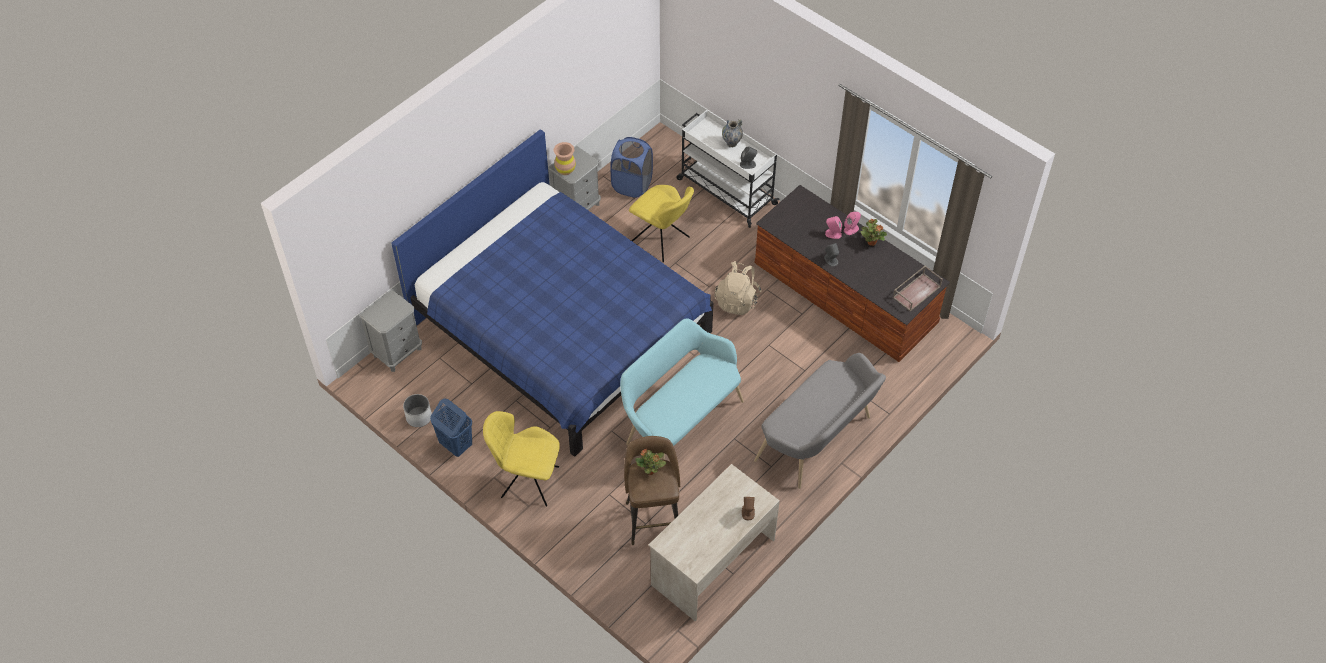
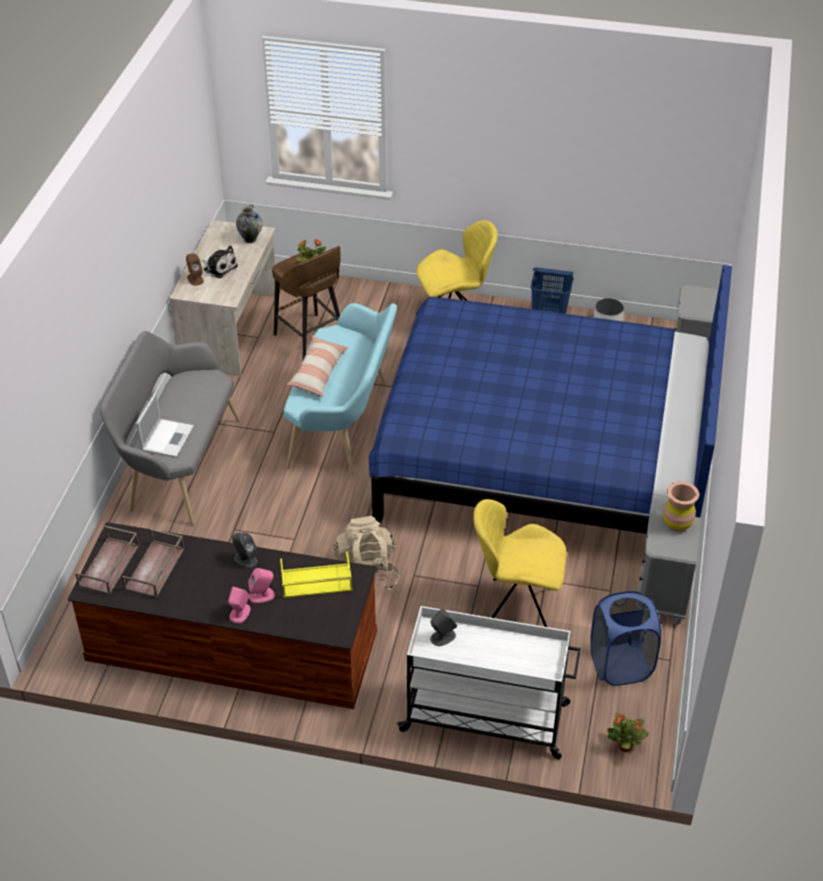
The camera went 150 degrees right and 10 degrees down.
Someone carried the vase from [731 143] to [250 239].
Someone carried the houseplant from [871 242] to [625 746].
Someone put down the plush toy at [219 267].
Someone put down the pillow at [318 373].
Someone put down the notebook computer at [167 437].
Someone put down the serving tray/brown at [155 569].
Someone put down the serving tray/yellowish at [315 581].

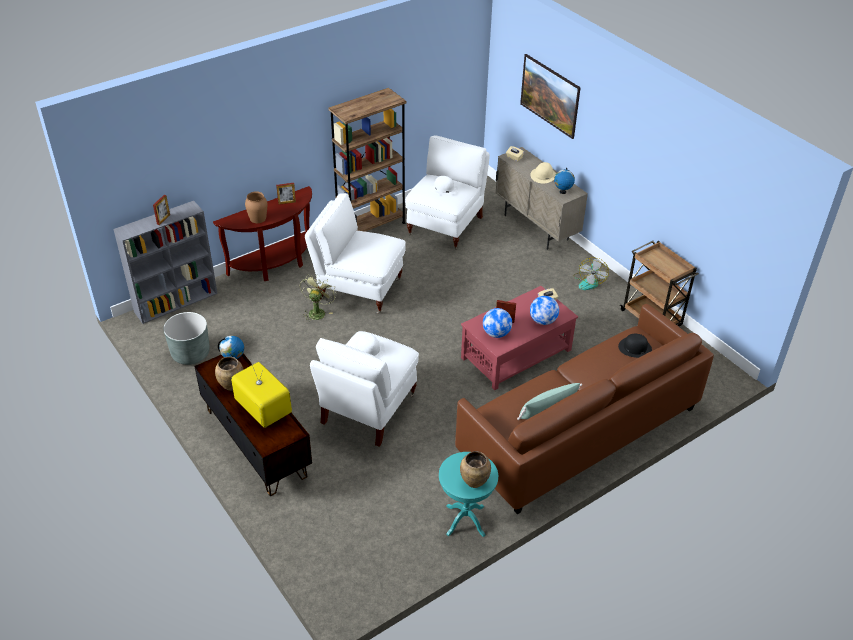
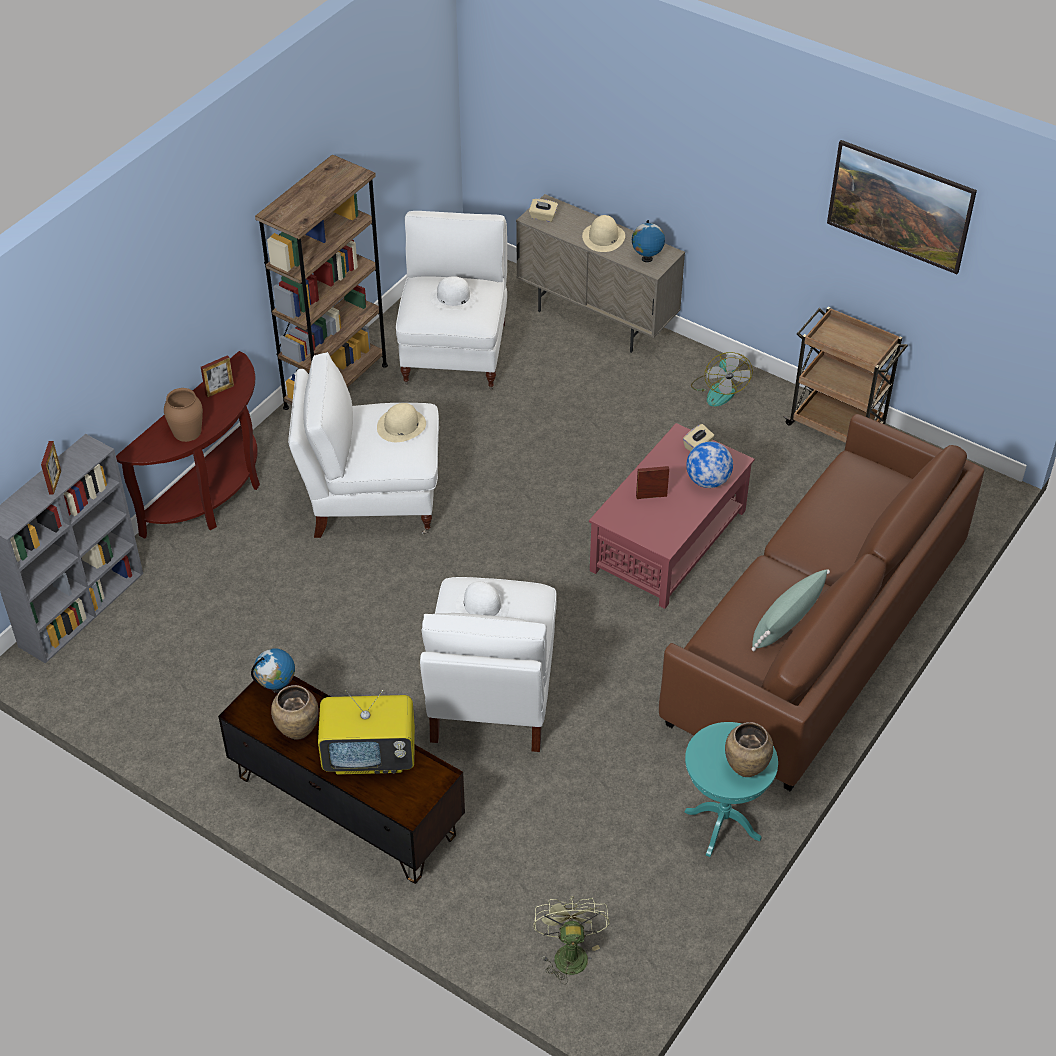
The camera went 20 degrees left and 5 degrees up.
Someone carried the wall art from [548 108] to [896 226].
Someone carried the fan/green-coloured from [317 311] to [568 952].
Someone took away the world globe at [496 333].
Someone took away the plant pot/grey at [190 353].
Someone took away the wearable hat/black at [634 348].
Someone rotated the television at [263 410] by 150 degrees clockwise.
Someone put down the wearable hat/sand-coloured at [401 426].

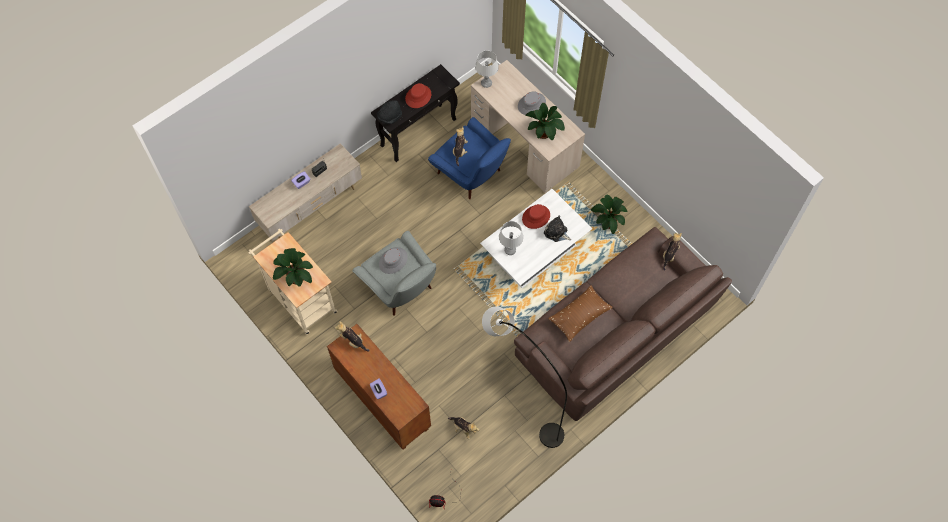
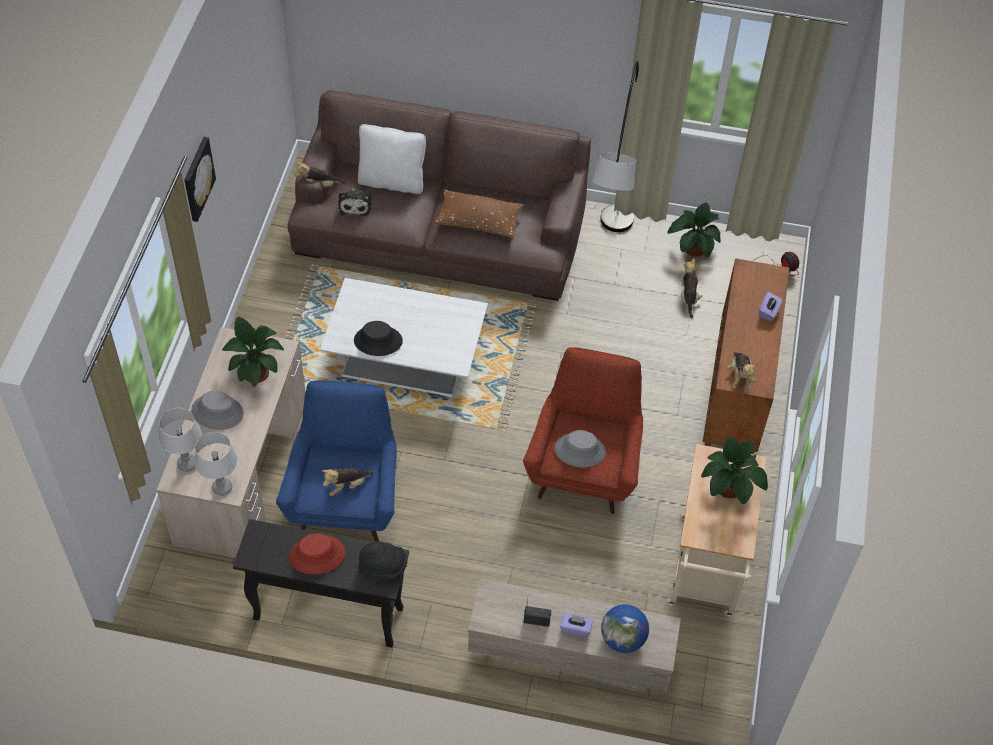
The camera went 130 degrees left and 10 degrees down.
Someone carried the houseplant from [608 221] to [693 249].
Someone repainted the wearable hat/red-coloured at [536 217], which became the wearable hat/black at [378 341].
Someone carried the plush toy from [556 232] to [355 205].
Someone carried the lamp for a table/grey from [510 250] to [187 464].
Someone repainted the lounge chair/grey at [401 288], which became the lounge chair/red-coloured at [584 468].
Someone put down the pillow/whitish at [392 181].
Someone put up the wall art at [197 178].
Someone put down the world globe at [623 639].

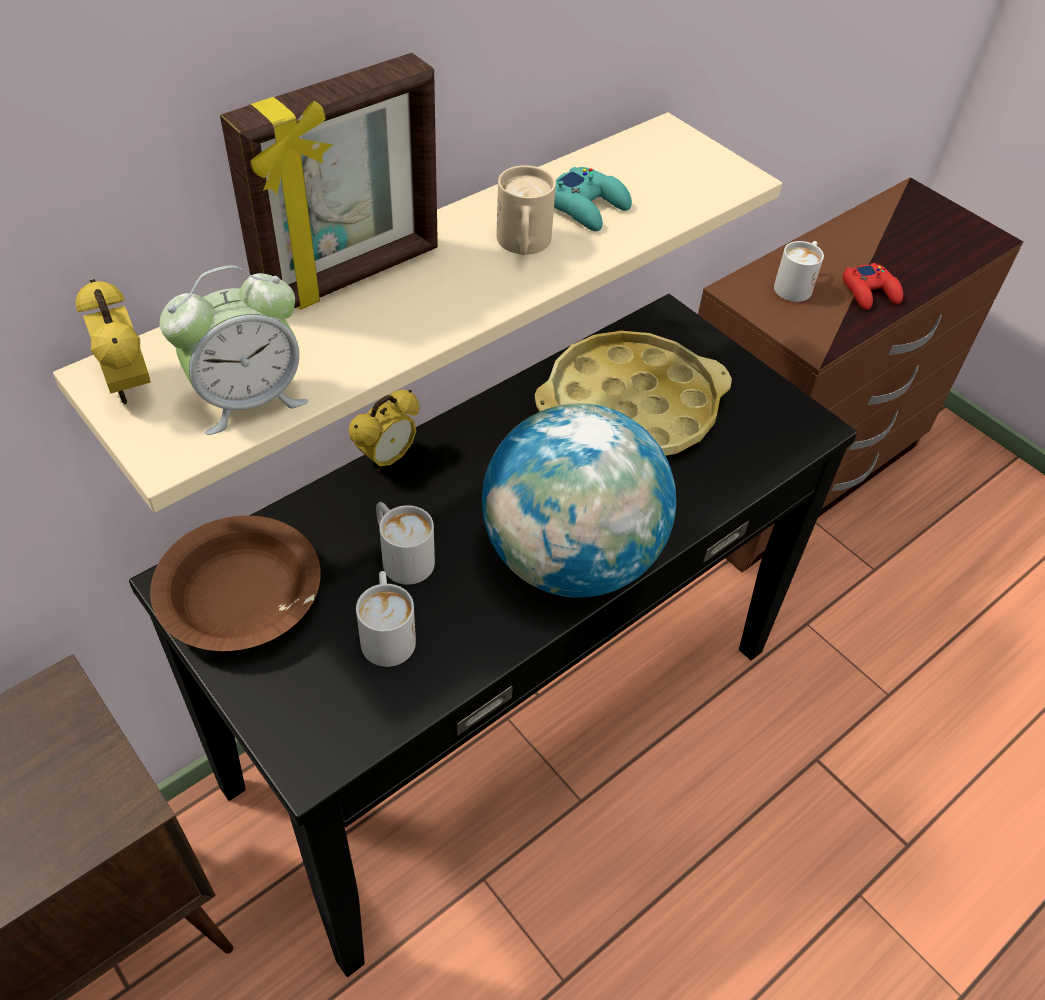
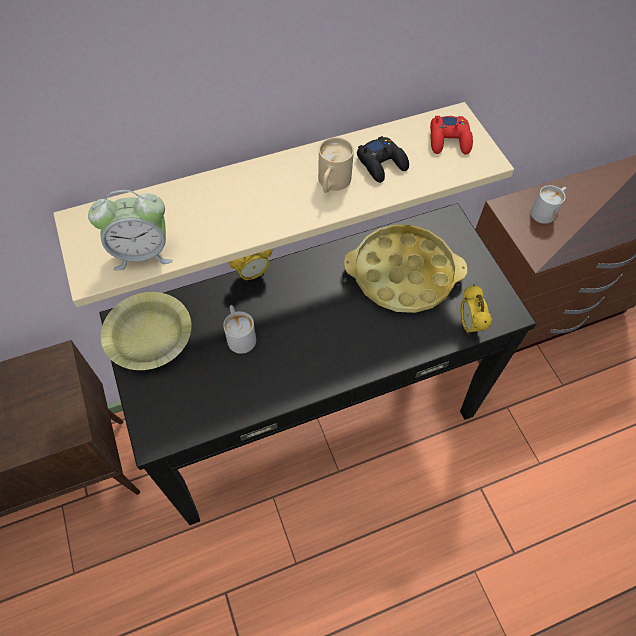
The camera went 20 degrees right and 10 degrees up.
Someone took away the standing frame at [351 277].
Someone repainted the gamepad/blue-green at [587 207], which became the gamepad/black at [382 163].
Someone carried the gamepad/red-coloured from [870 292] to [449 140].
Someone carried the table clock from [128 386] to [469 325].
Someone took away the world globe at [570 559].
Someone repainted the serving bowl/brown at [241 598], which became the serving bowl/yellowish at [150 338].
Someone took away the mug/whitish at [387 632].

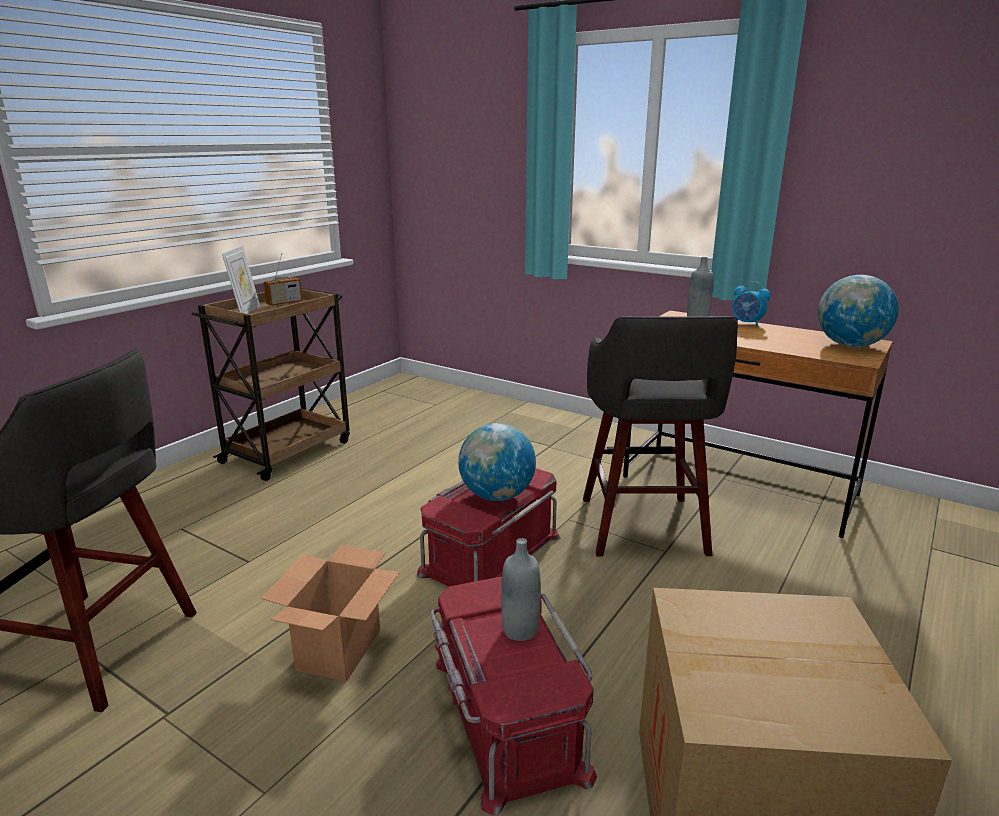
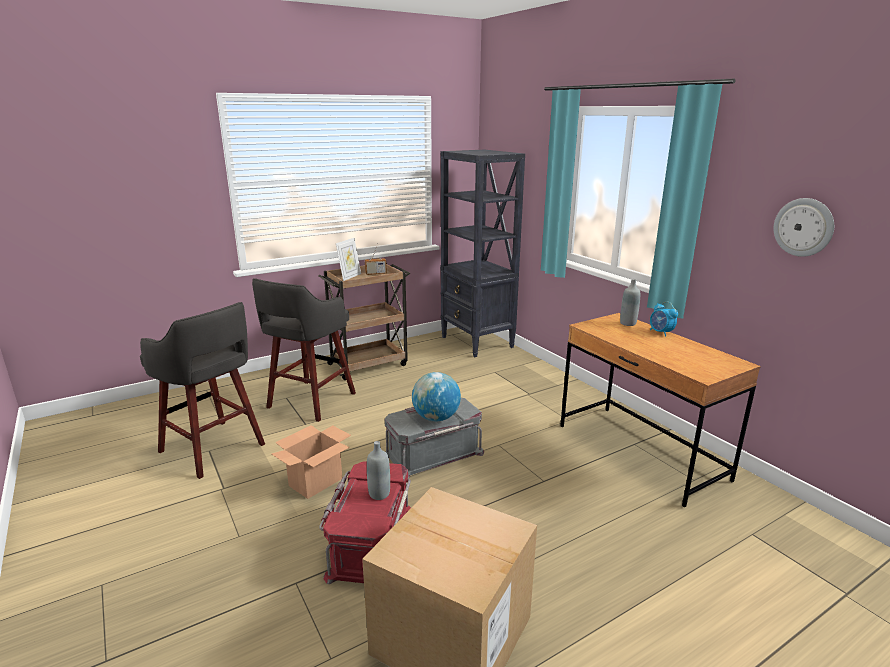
The camera went 25 degrees right and 0 degrees up.
Someone took away the world globe at [850 345].
Someone carried the stool/grey from [643 528] to [310 401].
Someone repainted the storage bin/red-coloured at [490 553], which became the storage bin/grey at [433 453].
Someone put down the shelving unit/black at [477 342].
Someone put up the hanging clock at [803 227].

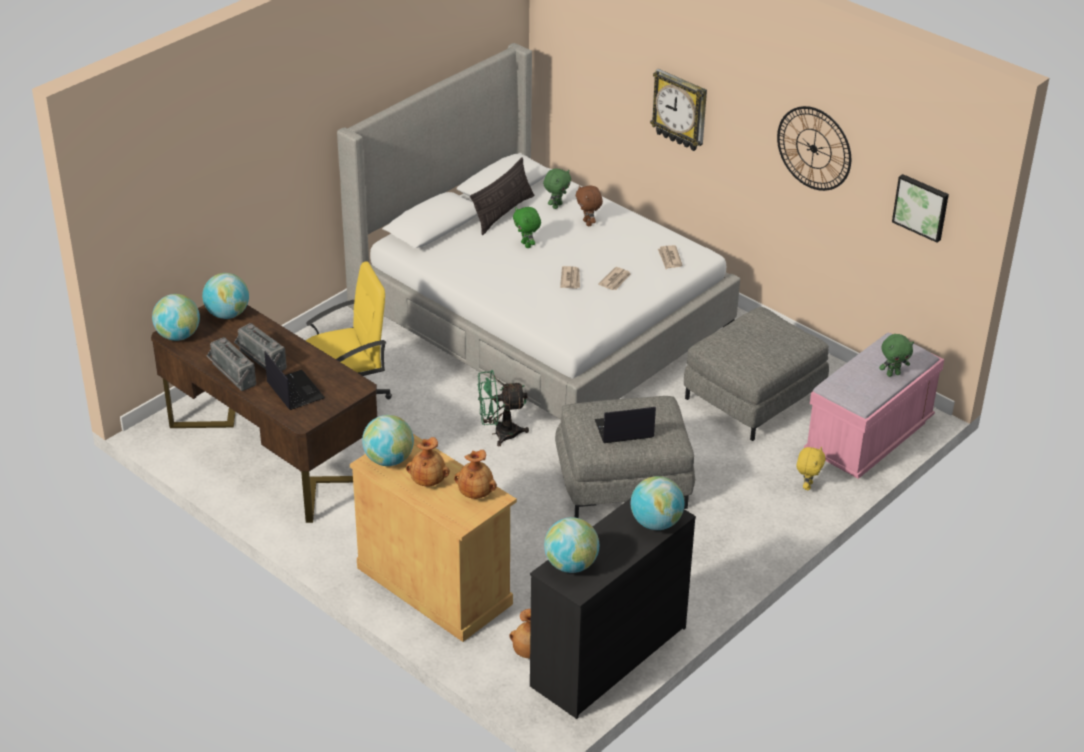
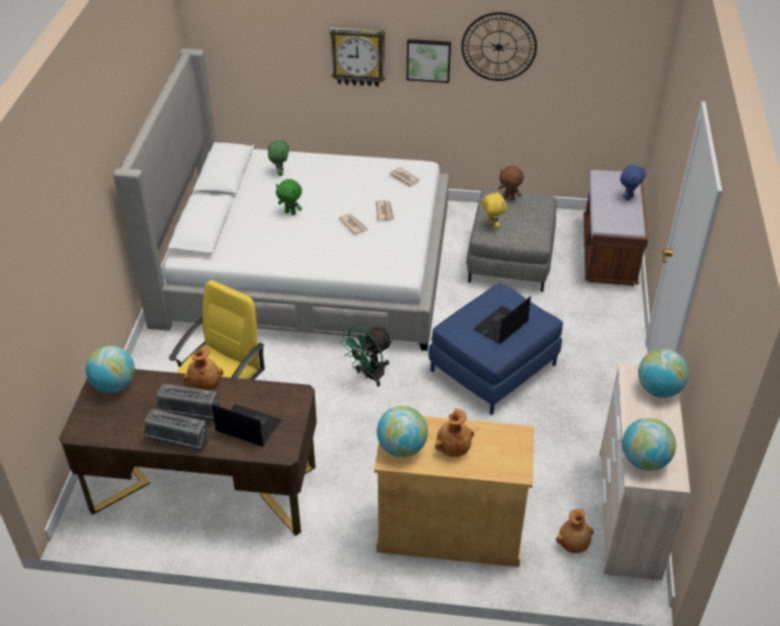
The camera went 35 degrees left and 5 degrees up.
Someone took away the pillow at [503 213].
Someone carried the wall art from [921 207] to [428 59].
Someone carried the plush toy/brown from [588 223] to [509 198].
Someone took away the world globe at [178 336].
Someone repainted the long seat/pink-coloured at [869 438], which became the long seat/brown at [609 253].
Someone repainted the plush toy/green-coloured at [893 374], which became the plush toy/blue at [628 197].
Someone repainted the ottoman/grey at [622 482], which became the ottoman/blue at [493 368].
Someone carried the plush toy/yellowish from [807 485] to [492 225].
Someone carried the vase/brown from [476 493] to [204 384].
Someone repainted the dresser/black at [607 656], which became the dresser/sand-coloured at [627 513].

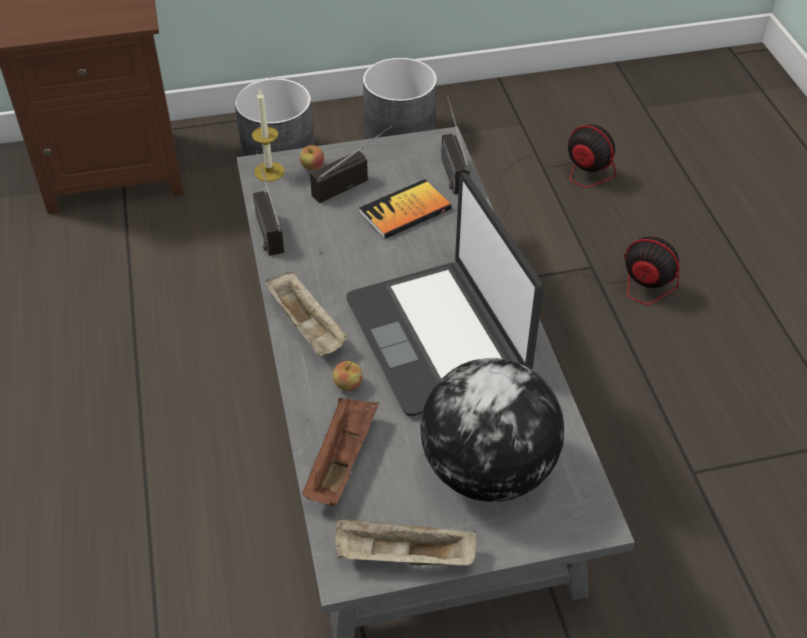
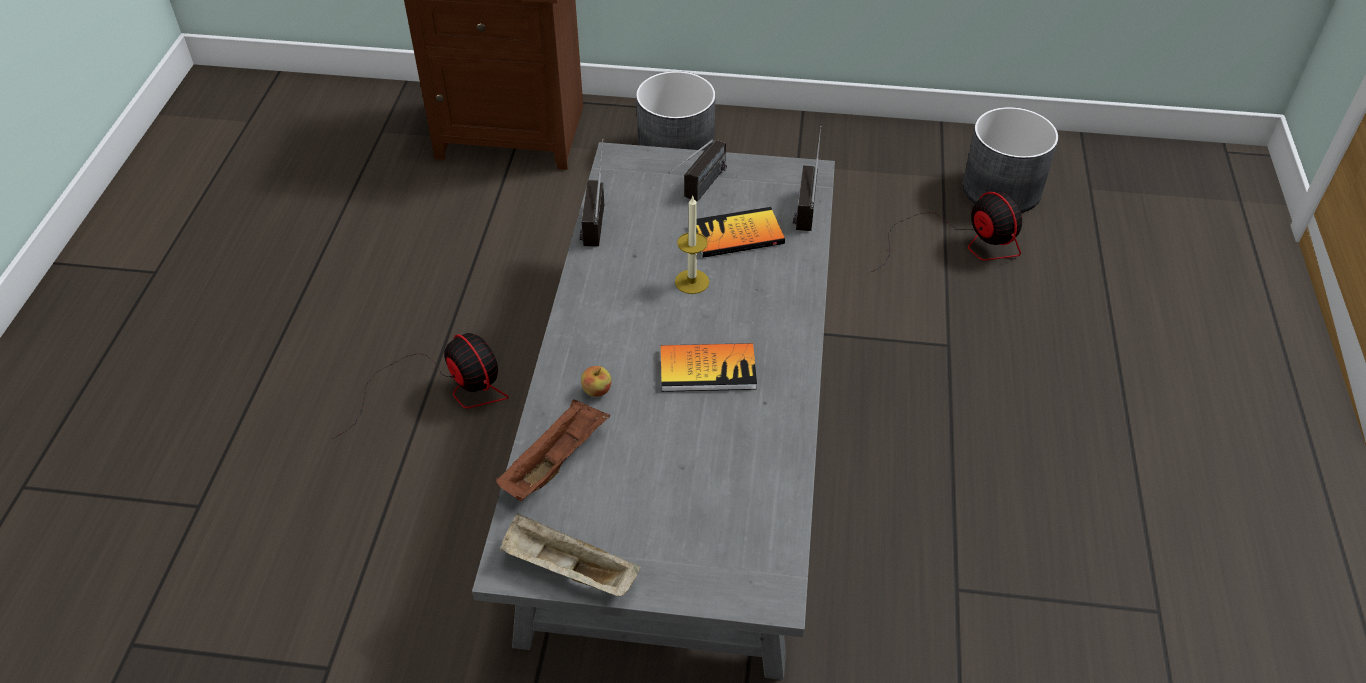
The camera went 20 degrees right and 0 degrees up.
Someone carried the plant pot/grey from [401 133] to [1002 189].
Someone carried the candle from [269 171] to [692 281].
Someone rotated the radio set at [352 181] by 135 degrees clockwise.
Someone took away the whole apple at [312 167].
Someone swapped the notebook computer at [438 337] for the volume at [707 369].
Someone carried the fan from [618 295] to [445 389].
Someone took away the serving tray/sand-coloured at [308 327].
Someone took away the world globe at [487 471].

